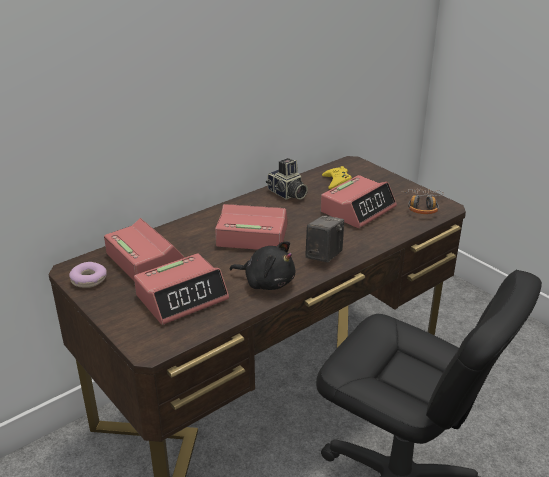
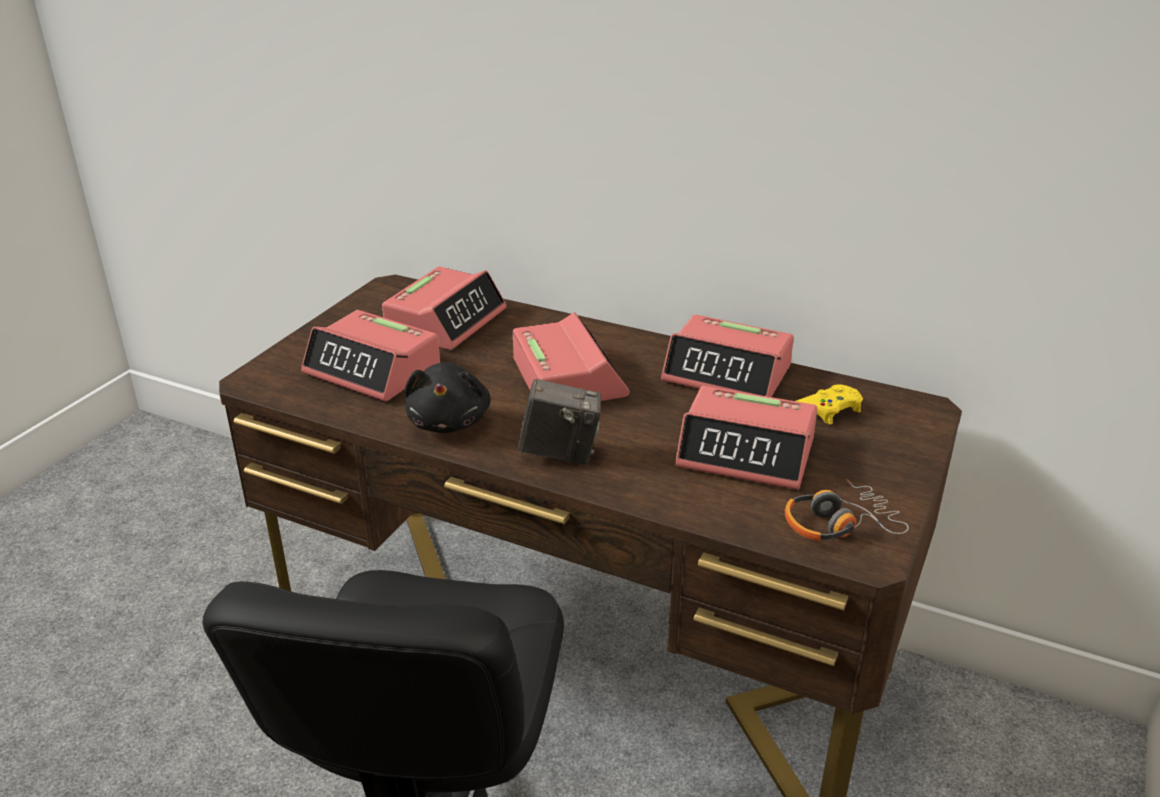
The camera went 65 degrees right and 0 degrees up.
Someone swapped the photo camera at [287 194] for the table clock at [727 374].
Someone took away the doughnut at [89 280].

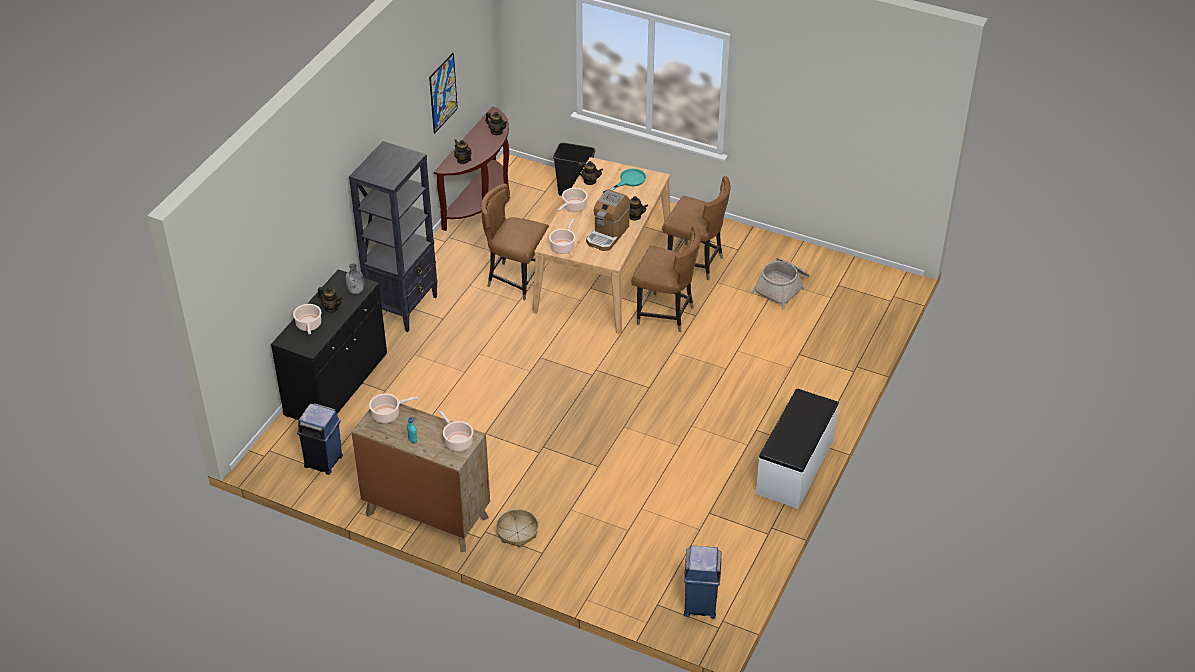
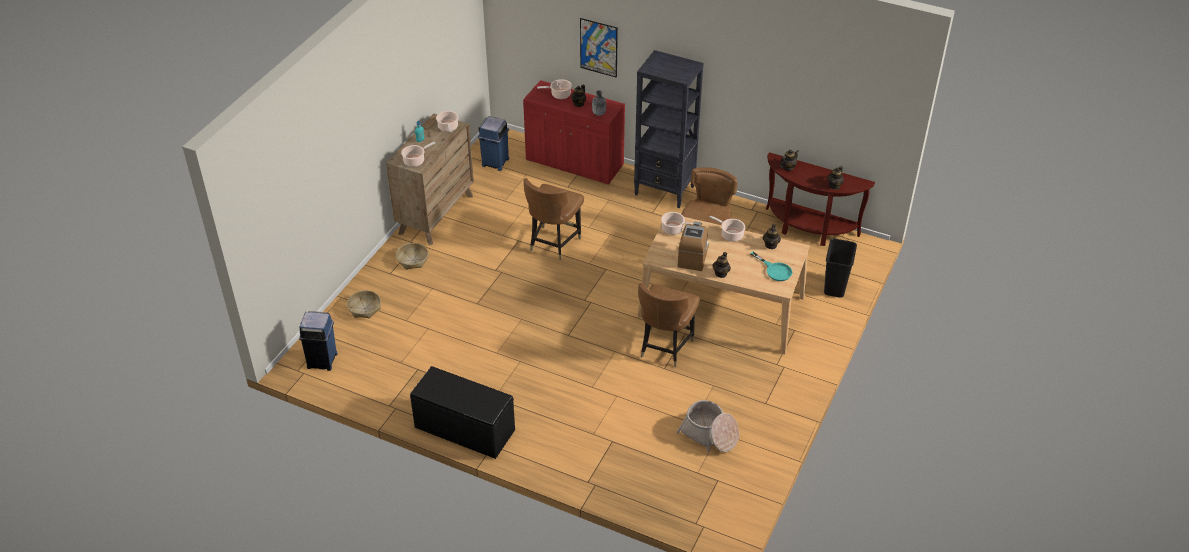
The camera went 90 degrees right and 0 degrees up.
Someone carried the wall art from [443 93] to [598 47].
Someone carried the chair/brown from [695 263] to [553 243].
Someone rotated the coffee maker at [607 234] by 75 degrees clockwise.
Someone repainted the storage cabinet/black at [336 385], which became the storage cabinet/red-coloured at [574 163].
Someone repainted the long seat/whitish at [796 467], which became the long seat/black at [464 429].
Someone put down the household basket at [364 308].

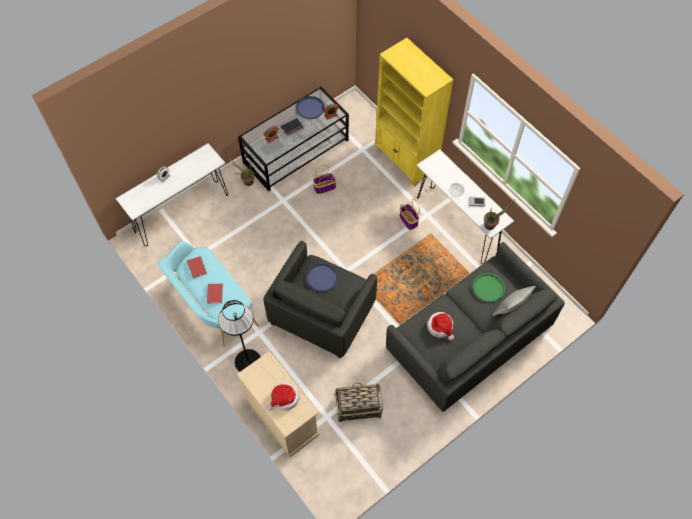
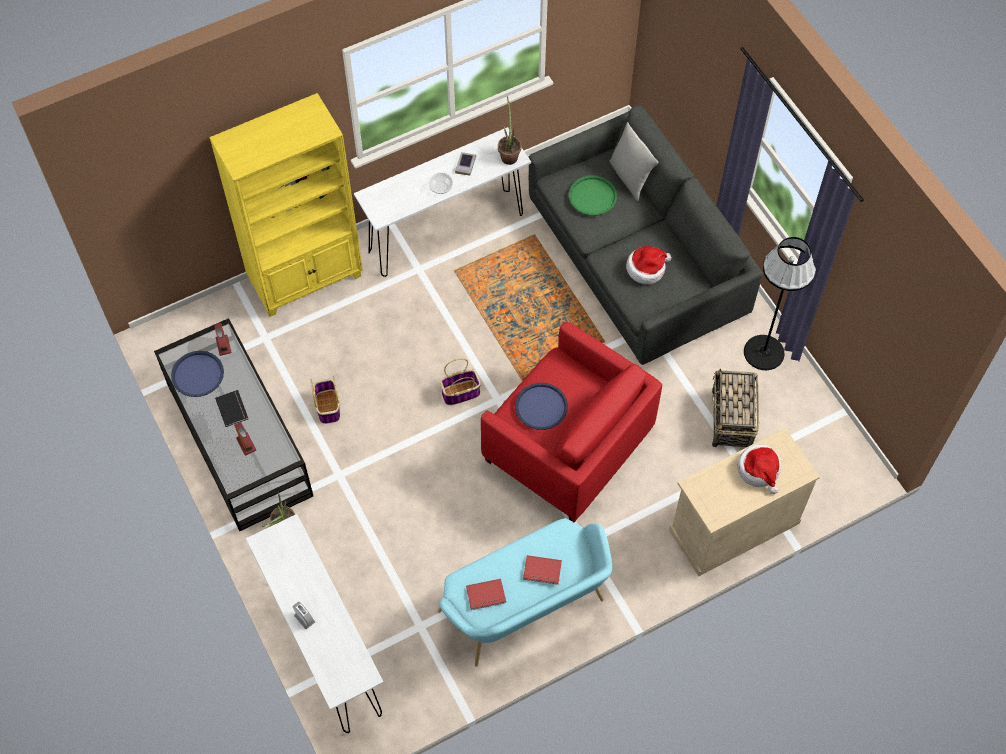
The camera went 80 degrees left and 0 degrees up.
Someone carried the household basket from [409 220] to [461 392].
Someone repainted the lounge chair/grey at [322 313], which became the lounge chair/red-coloured at [567 445].
Someone carried the floor lamp/black from [248 361] to [764 352].

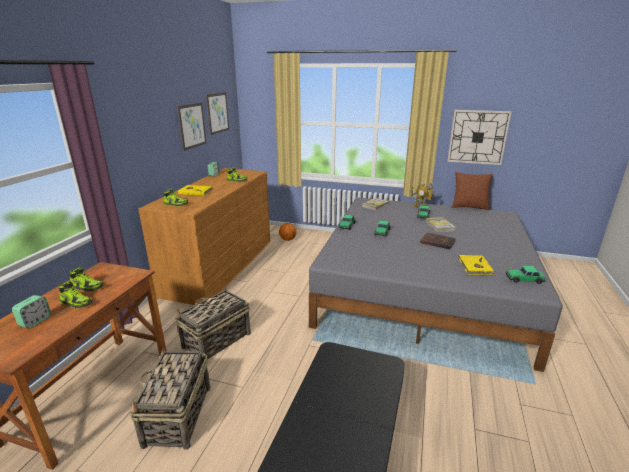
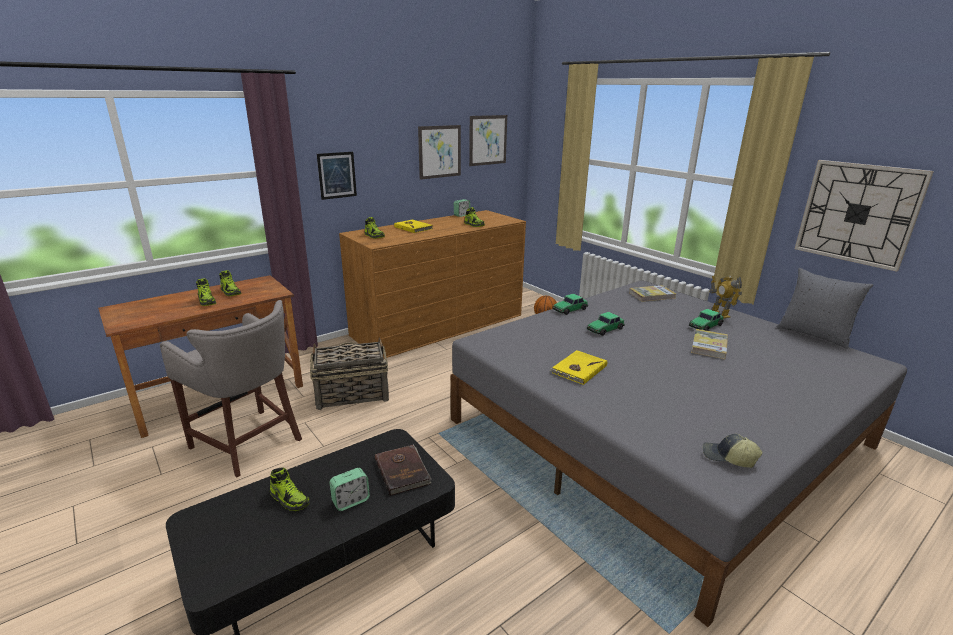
The camera went 35 degrees right and 0 degrees up.
Someone repainted the pillow/brown at [469 207], which became the pillow/grey at [813 335].
Someone carried the volume/brown from [437 242] to [403 471].
Someone carried the volume/yellowish from [474 266] to [578 369].
Someone swapped the model car at [524 279] for the baseball cap at [728 458].
Someone carried the table clock from [35 321] to [351 501].
Someone swapped the household basket at [177 416] for the stool/grey at [249 443].
Someone put up the wall art at [337 175].
Someone put down the low shoe at [290 499].

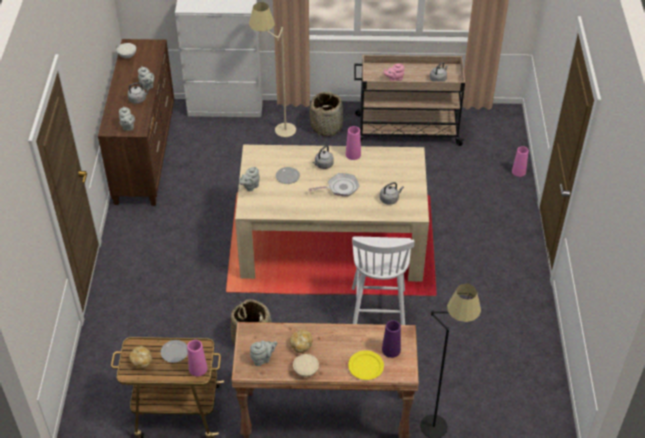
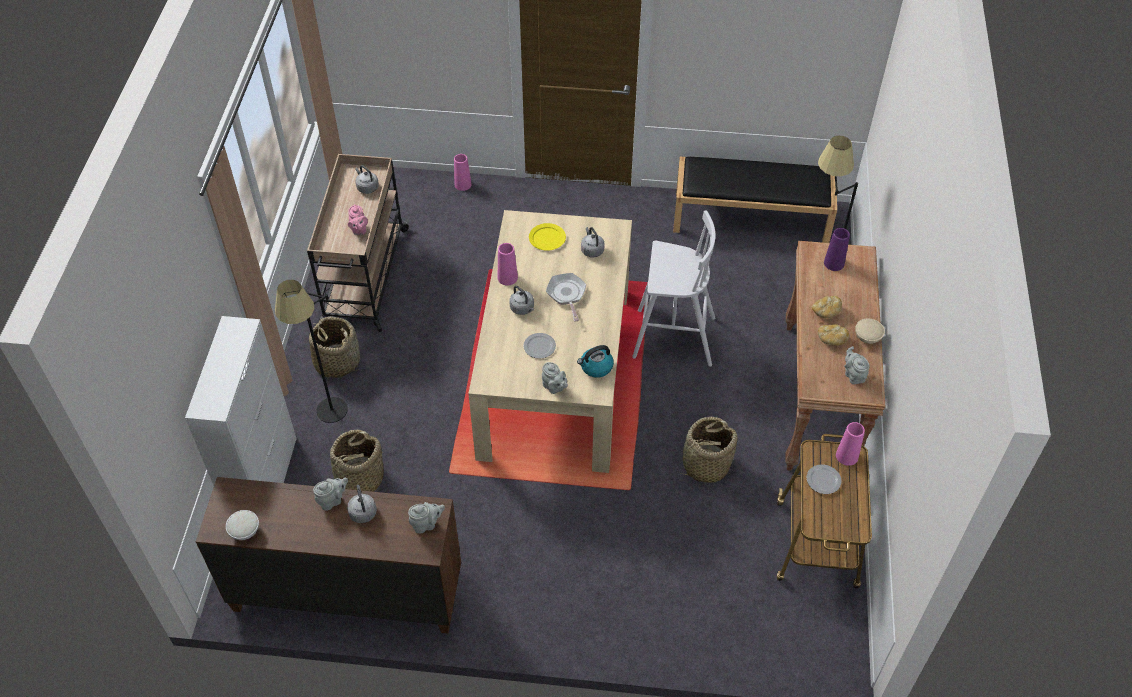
The camera went 85 degrees left and 5 degrees up.
Someone repainted the floor lamp/sand-coloured at [275 130], which became the floor lamp/black at [330 422].
Someone carried the bakery bread from [141 360] to [826 312].
Someone carried the flat dish/yellowish from [365 366] to [547 238].
Someone put down the long seat/black at [752 217].
Someone put down the kettle at [596 367].
Someone put down the household basket at [359 478].

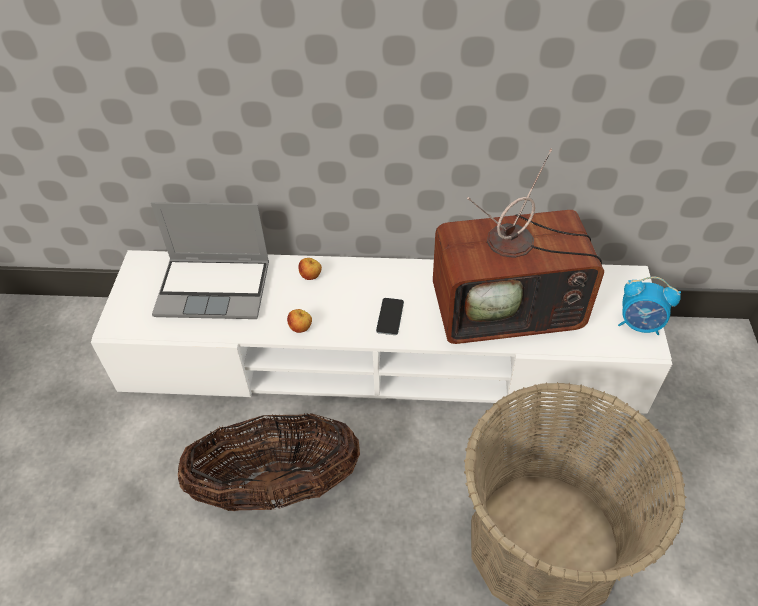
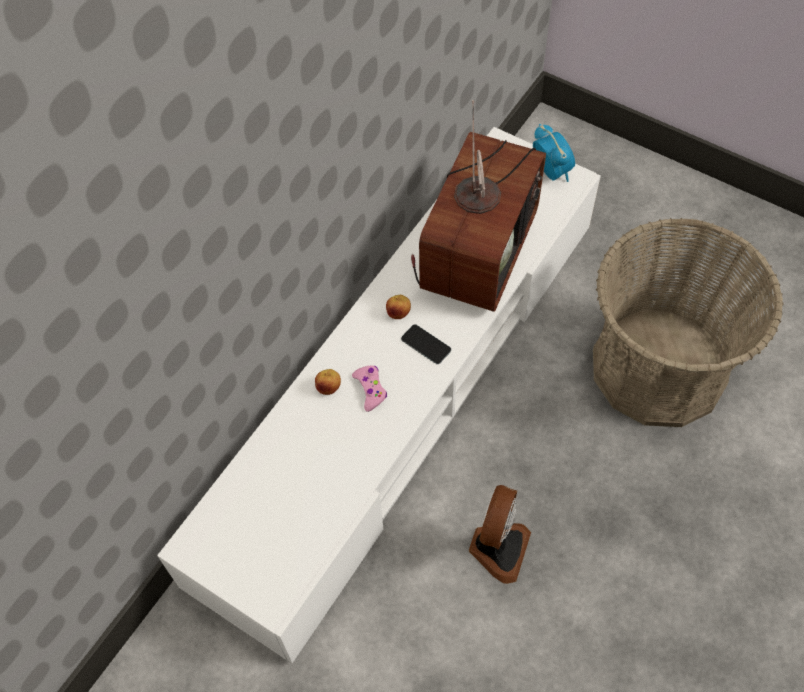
The camera went 60 degrees left and 10 degrees up.
Someone took away the notebook computer at [215 288].
Someone rotated the table clock at [639 325] by 75 degrees counterclockwise.
Someone carried the whole apple from [301 328] to [398 313].
Someone swapped the household basket at [277 487] for the fan at [497 548].
Someone put down the gamepad/pink-coloured at [370 389].

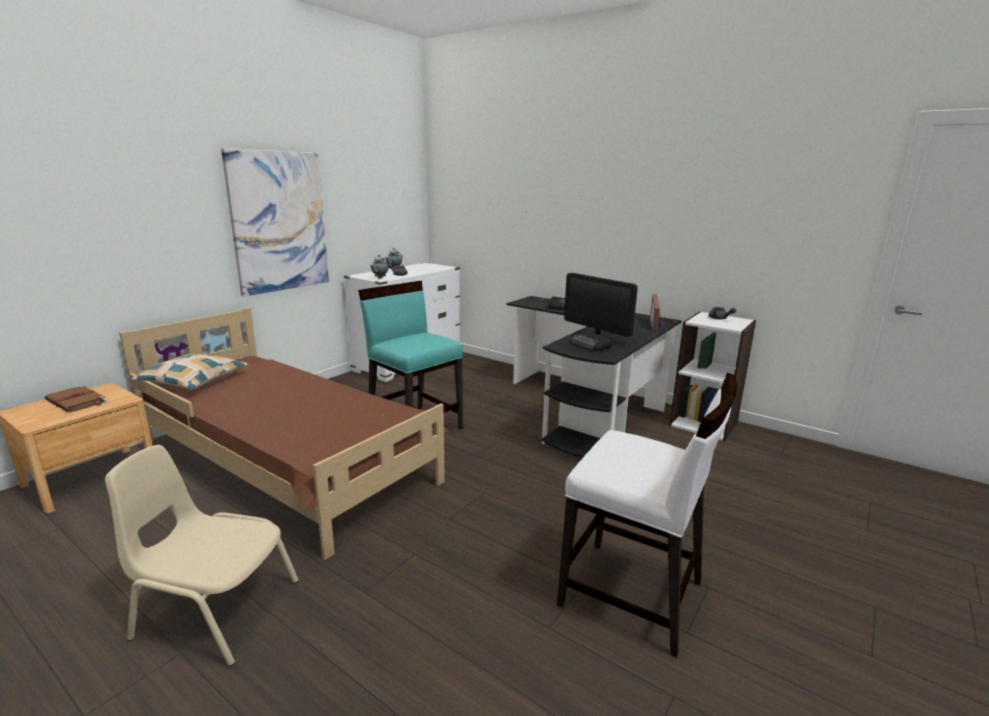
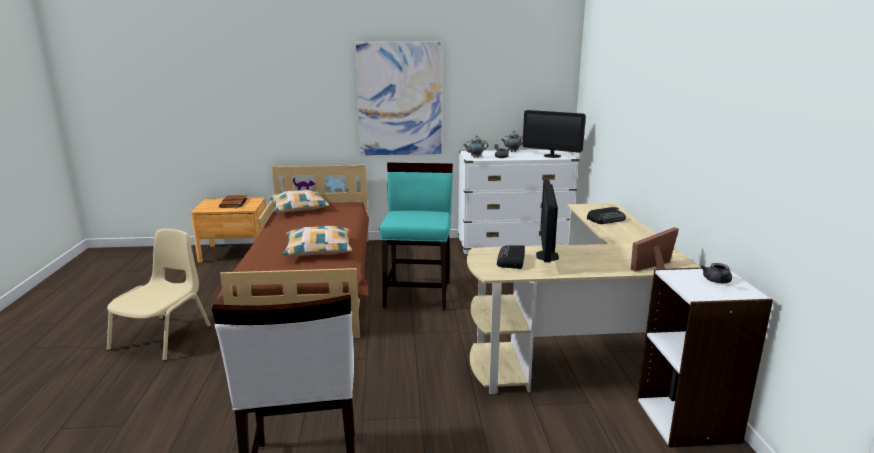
The camera went 50 degrees right and 0 degrees up.
Someone repainted the desk table/black at [589 410], which became the desk table/sand-coloured at [584 345].
Someone rotated the chair/sand-coloured at [215 609] by 45 degrees clockwise.
Someone put down the monitor at [552 156].
Someone put down the pillow at [318 250].

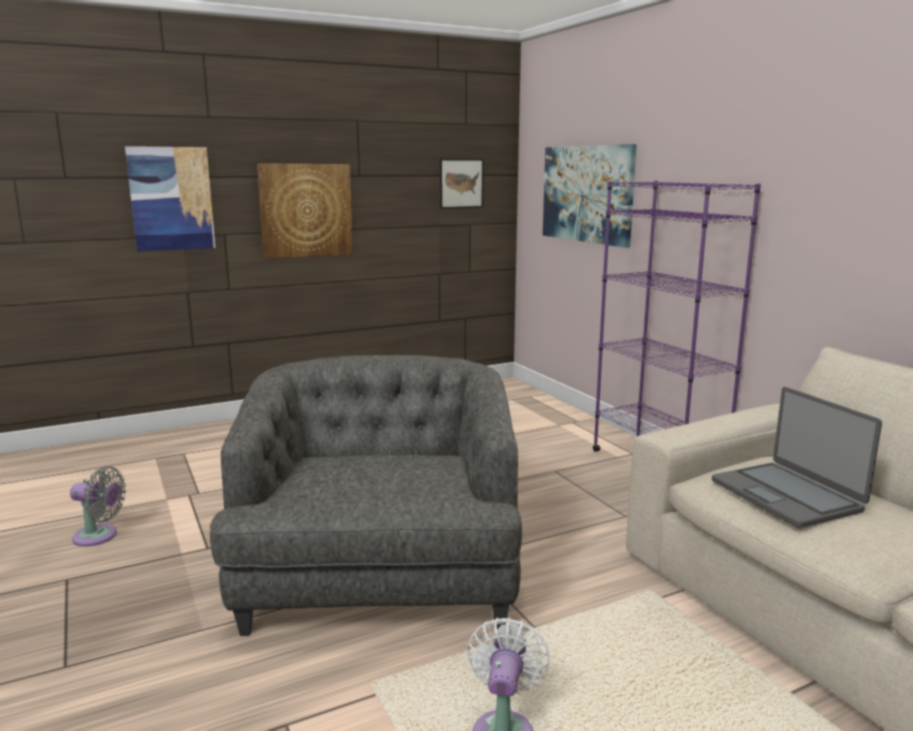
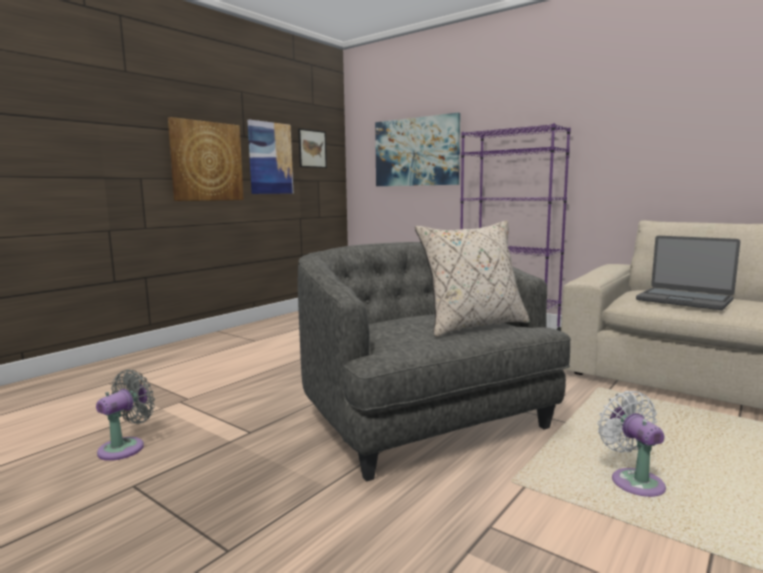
The camera went 25 degrees left and 5 degrees down.
Someone carried the wall art from [171 199] to [270 158].
Someone rotated the fan/grey at [99 536] by 45 degrees counterclockwise.
Someone put down the pillow/sand-coloured at [472 326].

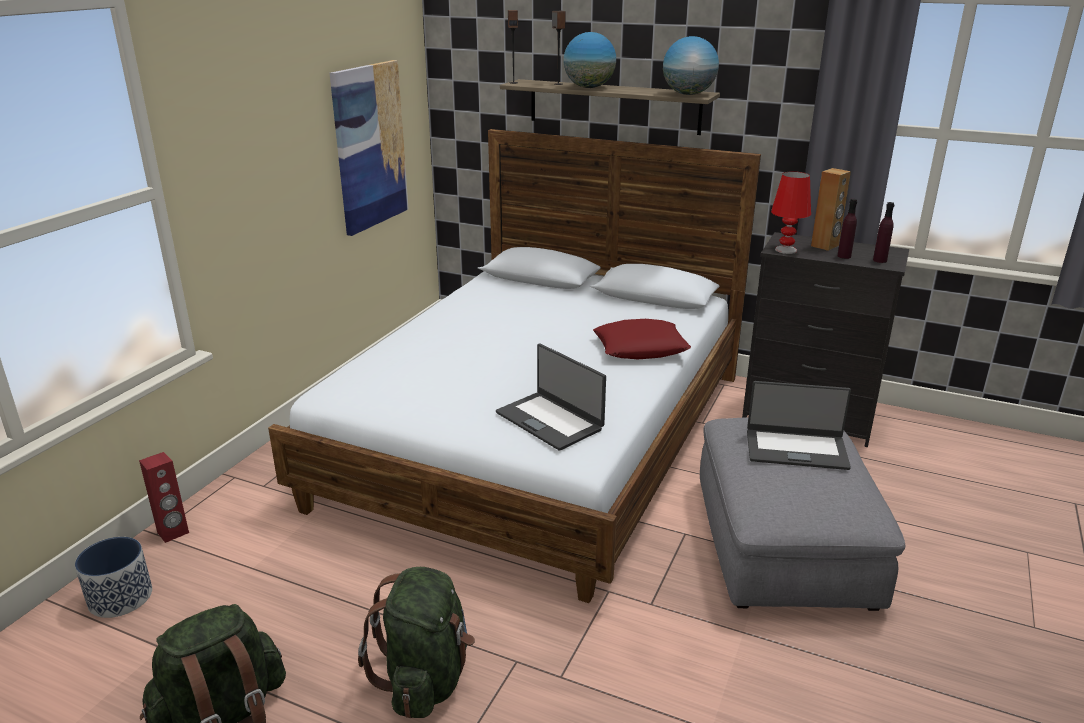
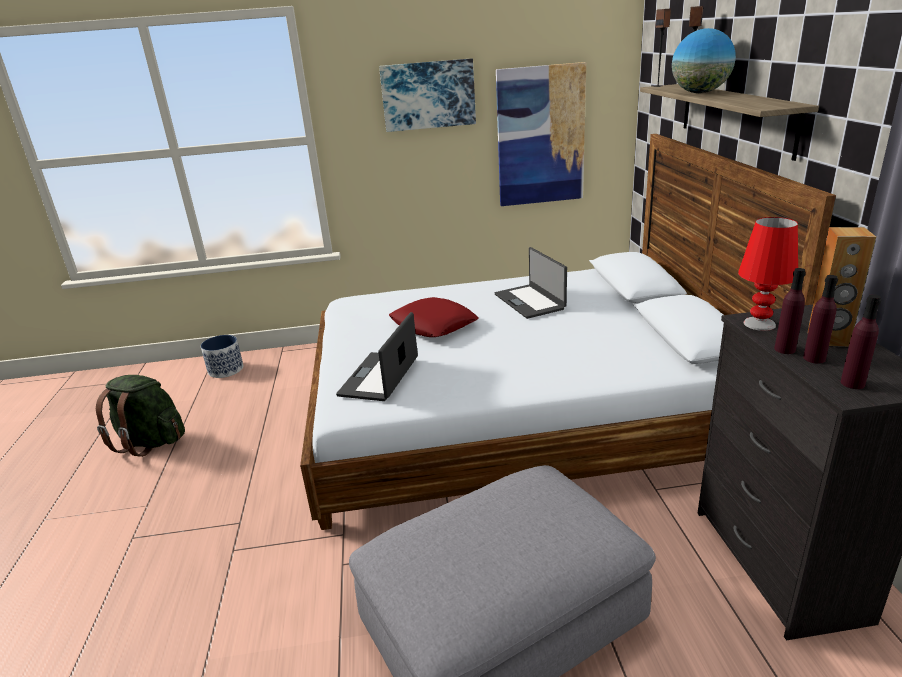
The camera went 60 degrees right and 0 degrees up.
Someone took away the world globe at [688 94].
Someone carried the pillow/red-coloured from [640 347] to [433 325].
Someone carried the notebook computer from [796 449] to [530 301].
Someone took away the audio speaker/red-coloured at [173 532].
Someone took away the backpack/green-coloured at [425 679].
Someone put up the wall art at [428 95].
Someone put down the bottle/purplish at [784 349].

